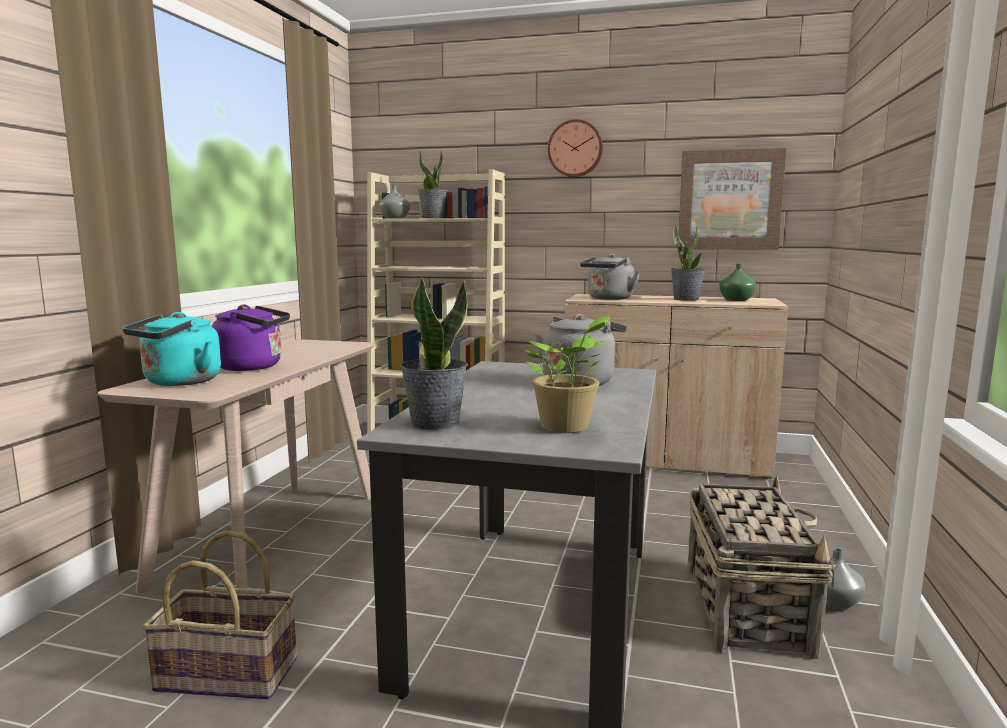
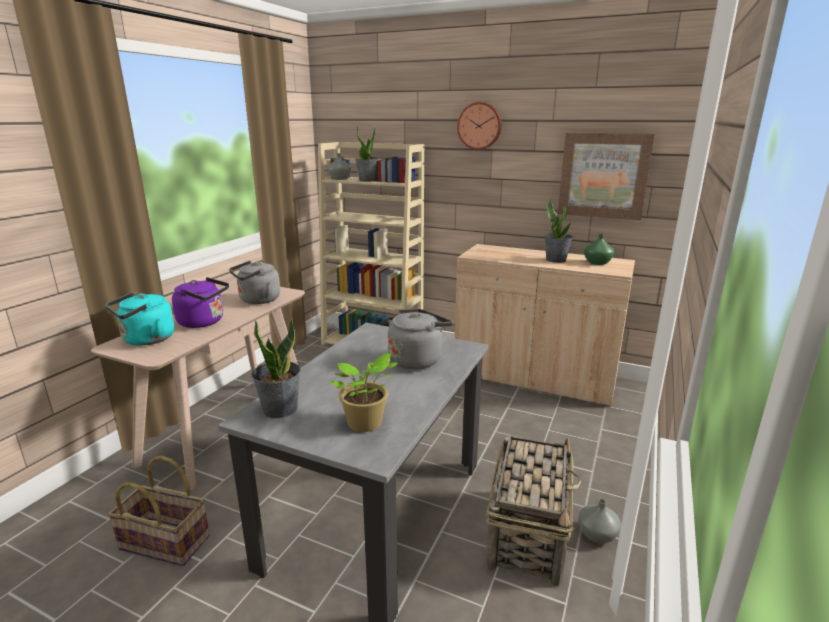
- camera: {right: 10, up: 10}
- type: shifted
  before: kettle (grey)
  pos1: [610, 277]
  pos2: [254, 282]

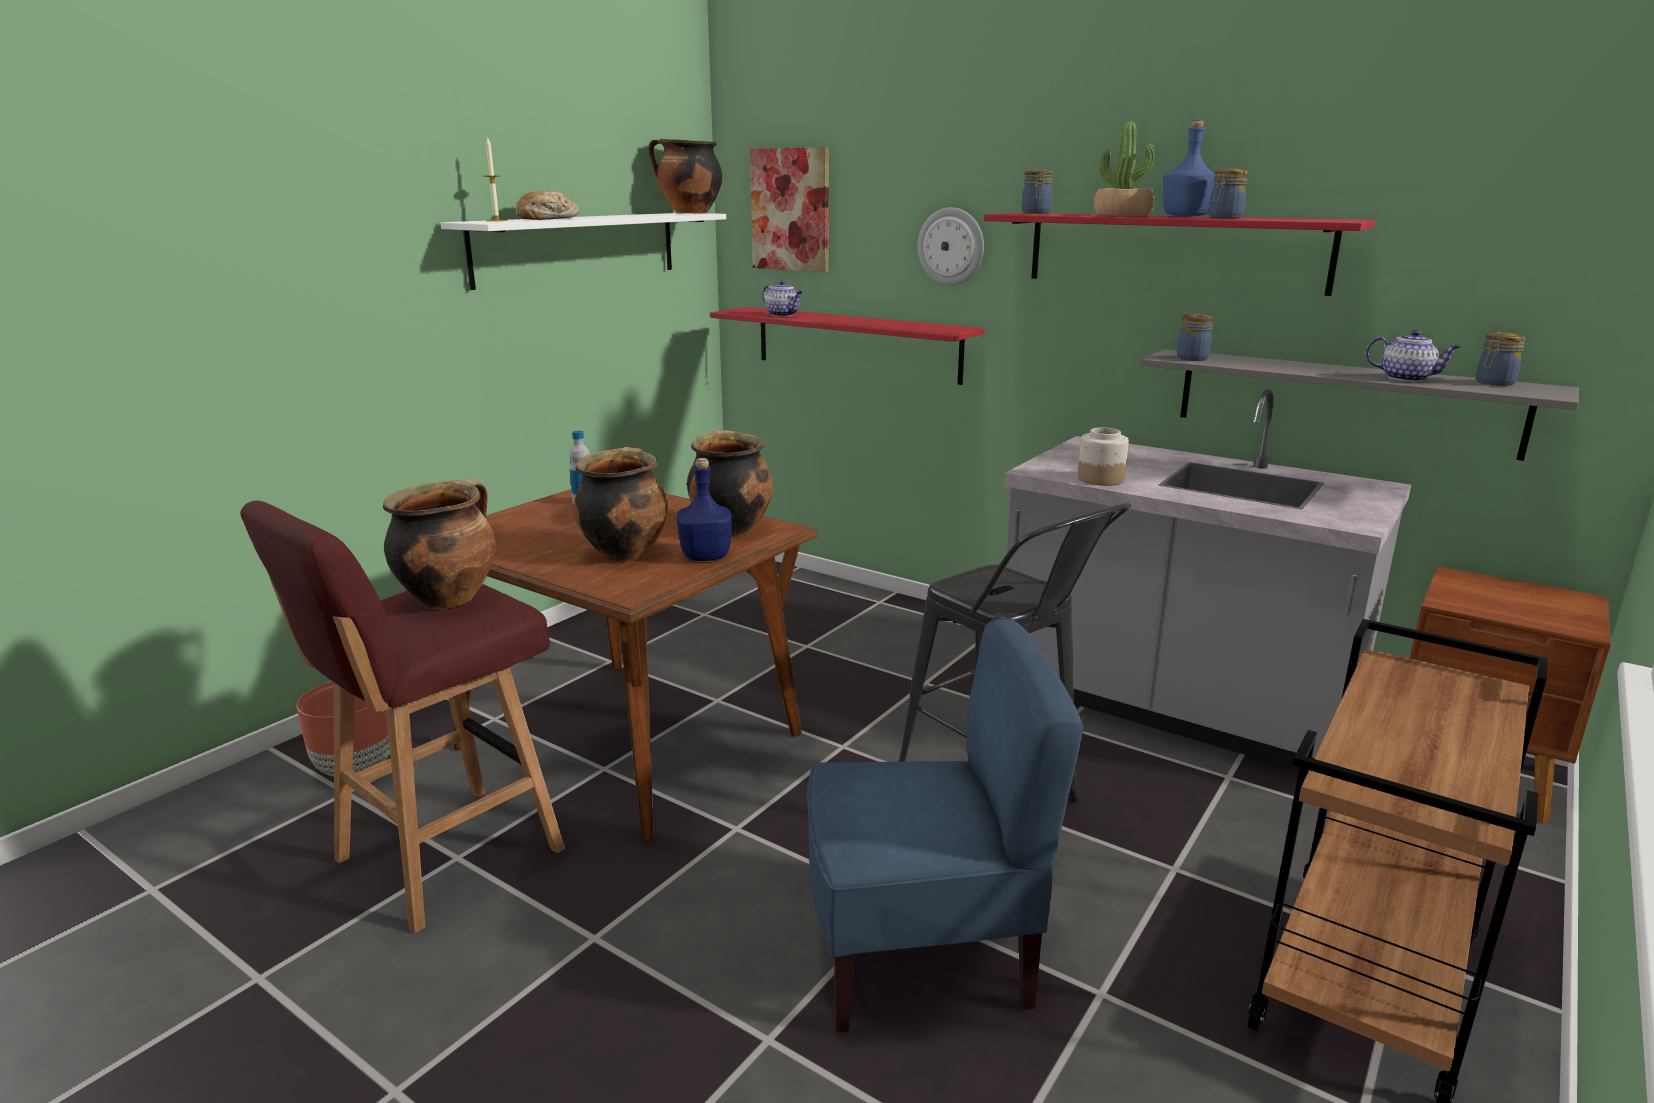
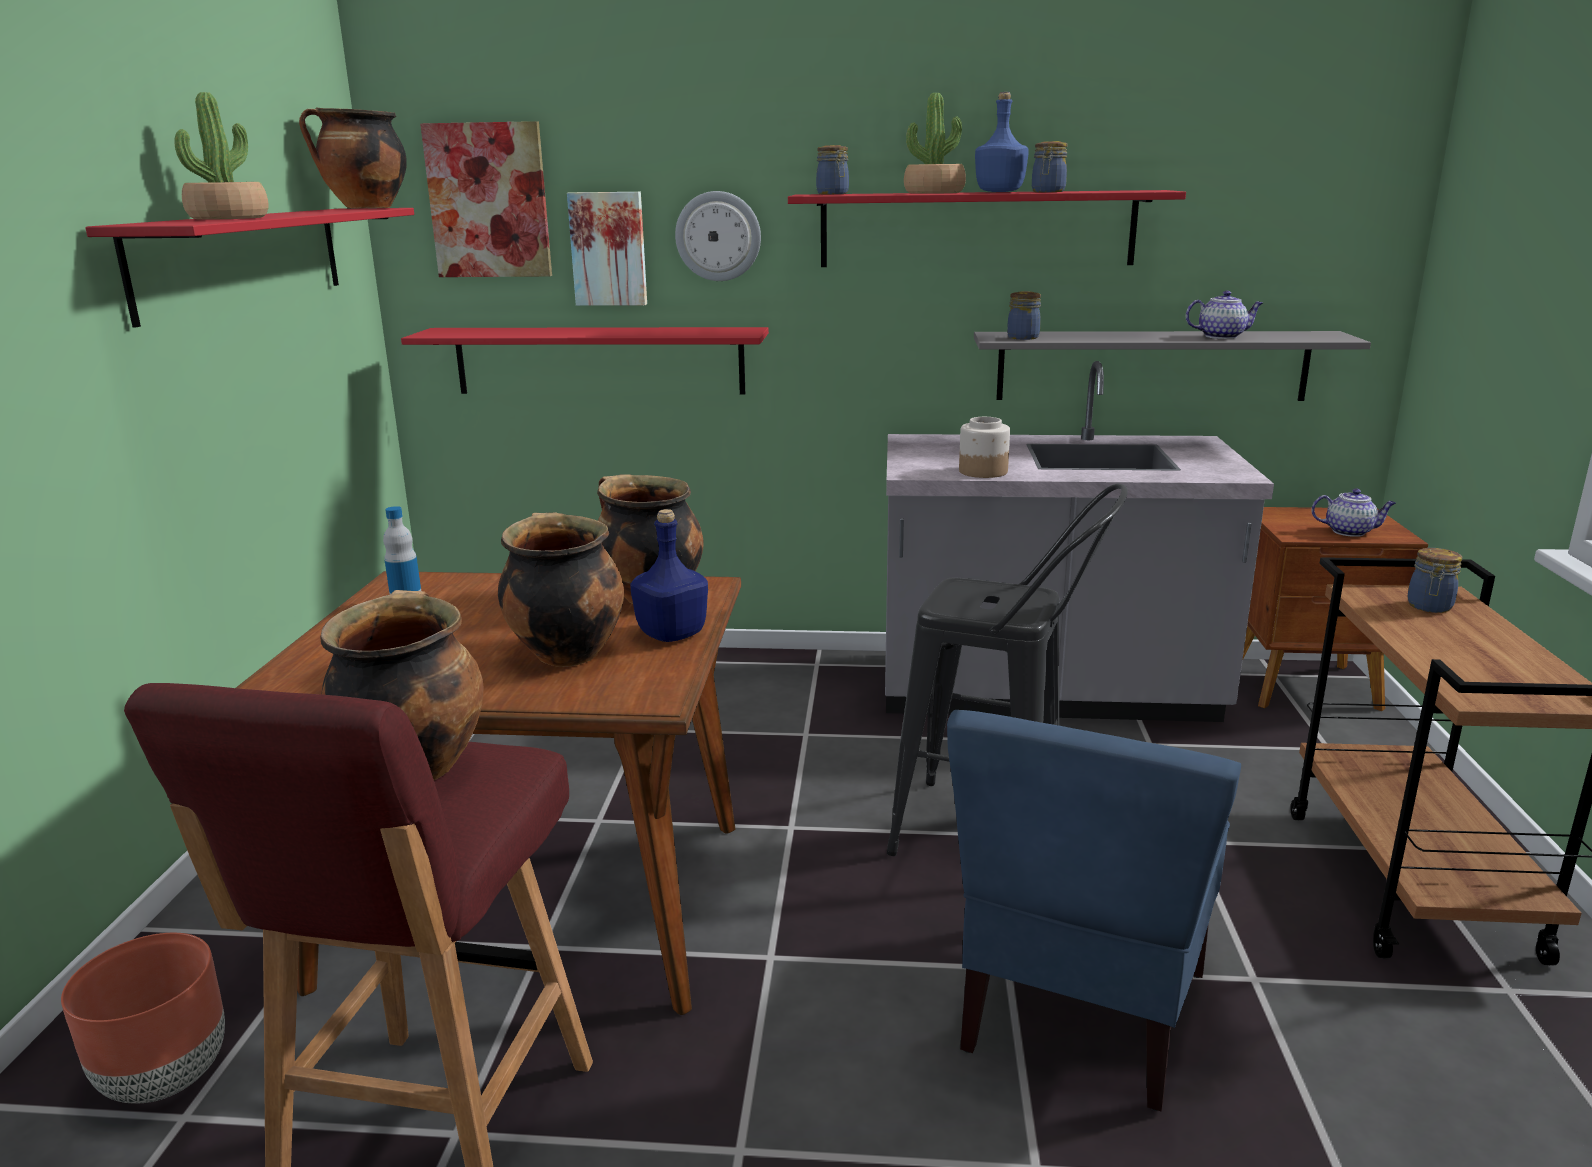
- camera: {right: -30, up: 0}
- type: repainted
  before: shelf (white)
  after: shelf (red)
  pos1: [583, 251]
  pos2: [249, 268]
- type: gone
  before: candle
  pos1: [495, 179]
- type: swapped
  before: bread
  after: potted plant
  pos1: [547, 205]
  pos2: [222, 156]
- type: shifted
  before: teapot
  pos1: [783, 298]
  pos2: [1353, 513]
- type: rotated
  before: chair (blue)
  pos1: [945, 825]
  pos2: [1094, 910]
  turn: 150
- type: shifted
  before: jar
  pos1: [1500, 359]
  pos2: [1434, 580]
- type: new
  after: picture
  pos2: [607, 249]

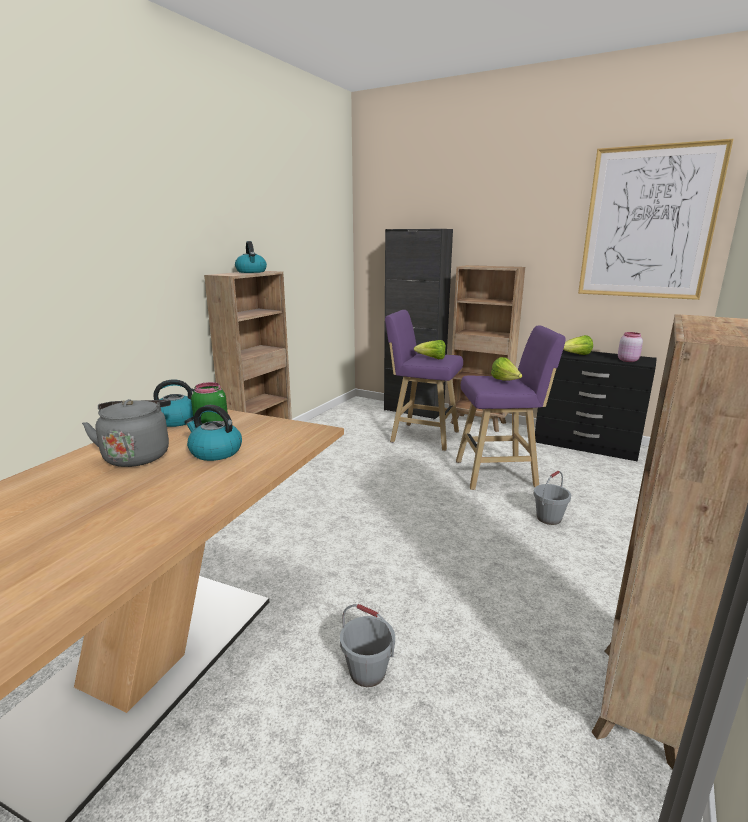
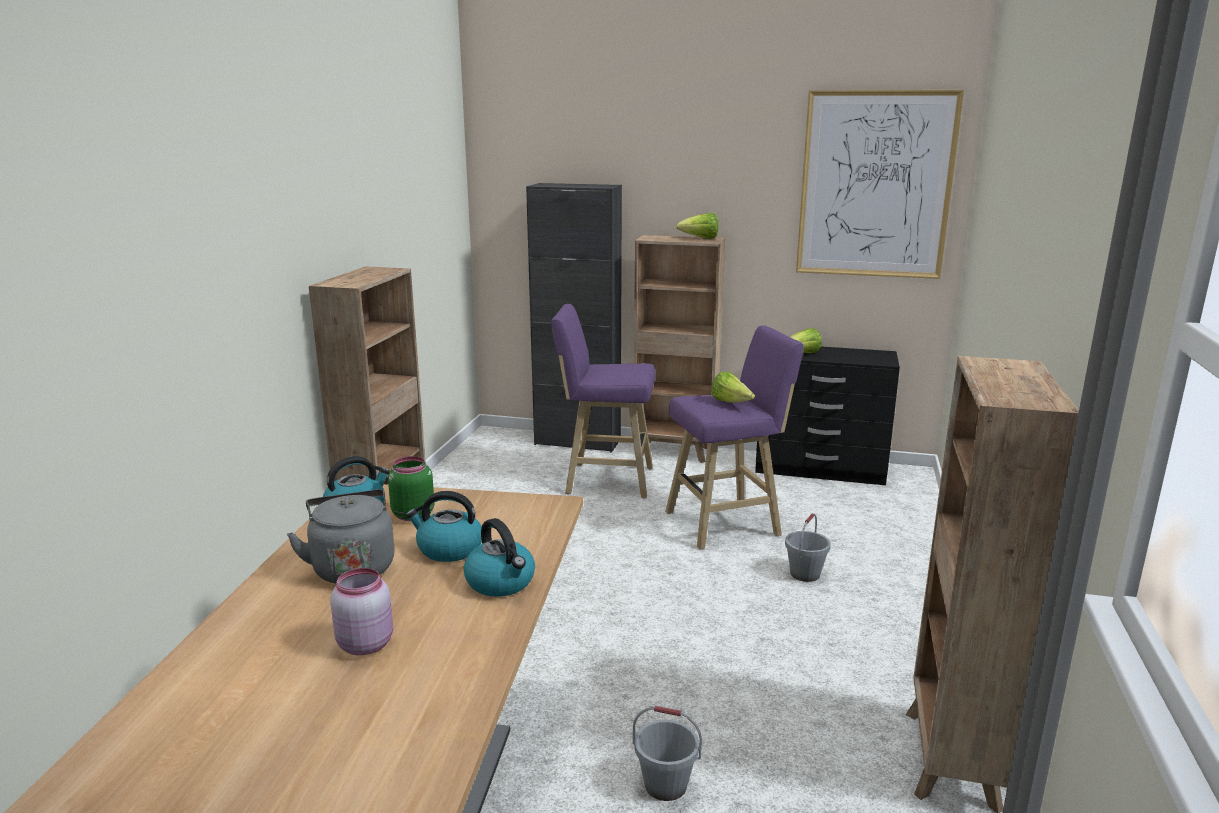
- camera: {right: -15, up: 0}
- type: shifted
  before: kettle
  pos1: [251, 257]
  pos2: [499, 557]
- type: shifted
  before: lettuce
  pos1: [430, 349]
  pos2: [697, 226]
- type: shifted
  before: jar (pink)
  pos1: [630, 347]
  pos2: [362, 611]

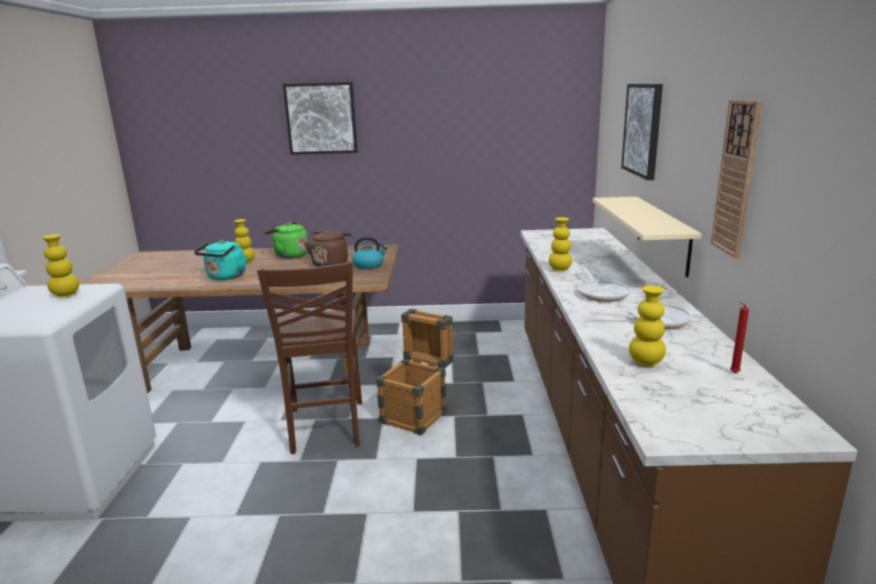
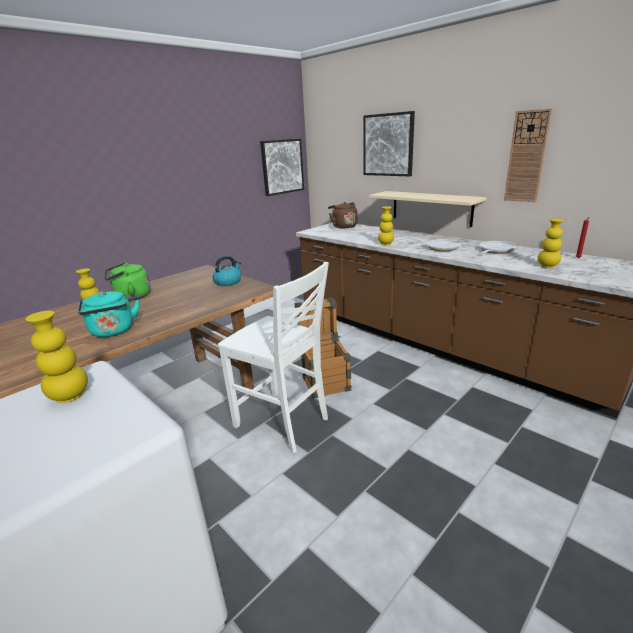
- camera: {right: -45, up: 5}
- type: repainted
  before: chair (brown)
  after: chair (white)
  pos1: [309, 357]
  pos2: [273, 357]
- type: shifted
  before: picture
  pos1: [320, 118]
  pos2: [282, 167]
- type: shifted
  before: kettle (brown)
  pos1: [328, 248]
  pos2: [342, 215]

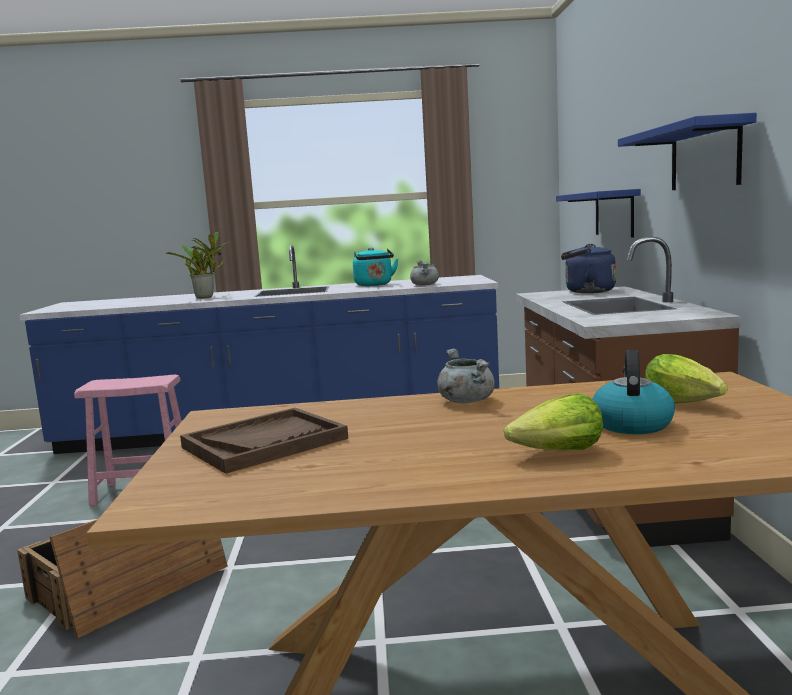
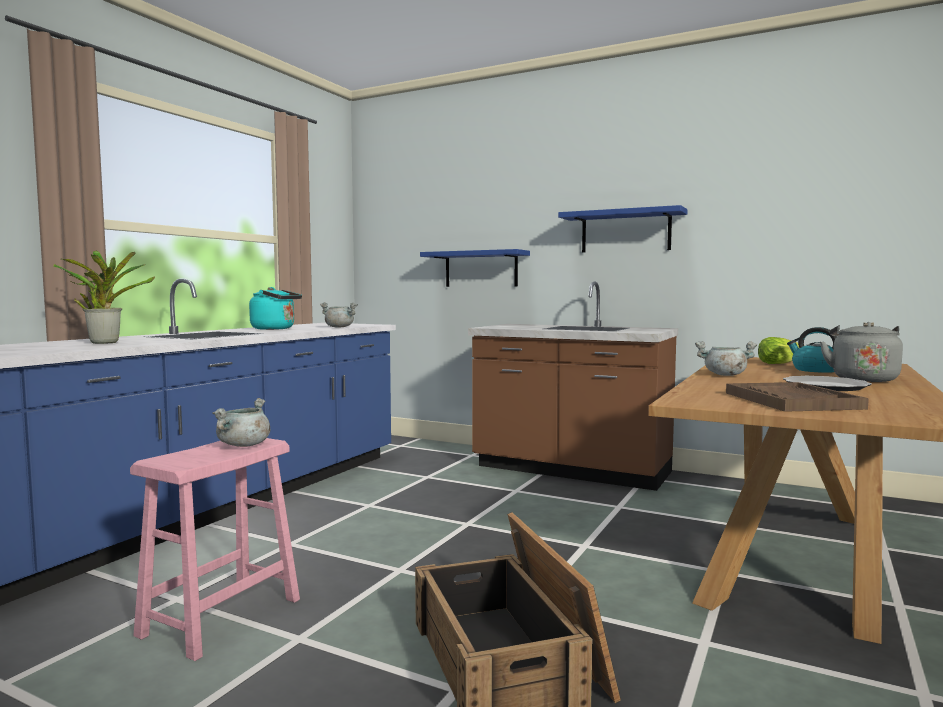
- camera: {right: -60, up: -5}
- type: swapped
  before: lettuce
  after: kettle (grey)
  pos1: [553, 422]
  pos2: [861, 352]
- type: gone
  before: kettle (blue)
  pos1: [588, 268]
- type: new
  after: cooking pot (grey)
  pos2: [241, 422]
- type: new
  after: plate
  pos2: [827, 383]

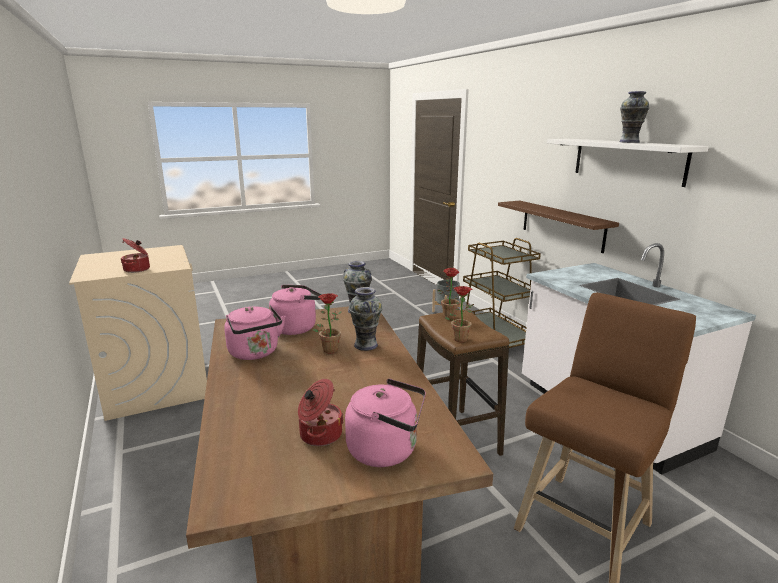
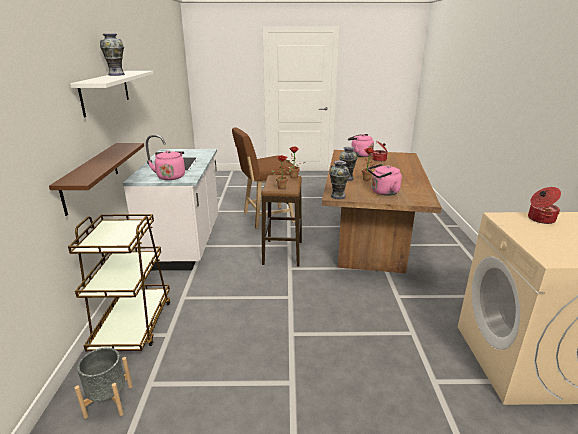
- camera: {right: -155, up: 5}
- type: shifted
  before: kettle (pink)
  pos1: [255, 333]
  pos2: [166, 165]

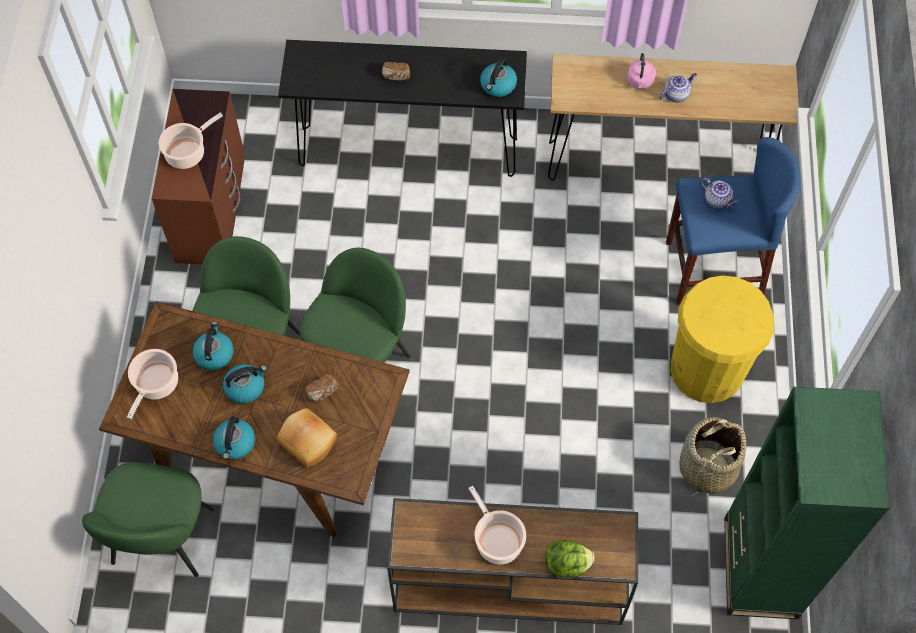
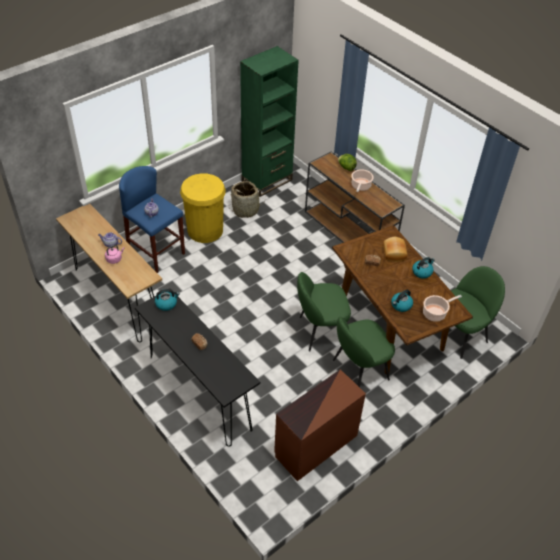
- camera: {right: -135, up: -15}
- type: gone
  before: cooking pot
  pos1: [191, 141]
- type: gone
  before: kettle
  pos1: [245, 384]

